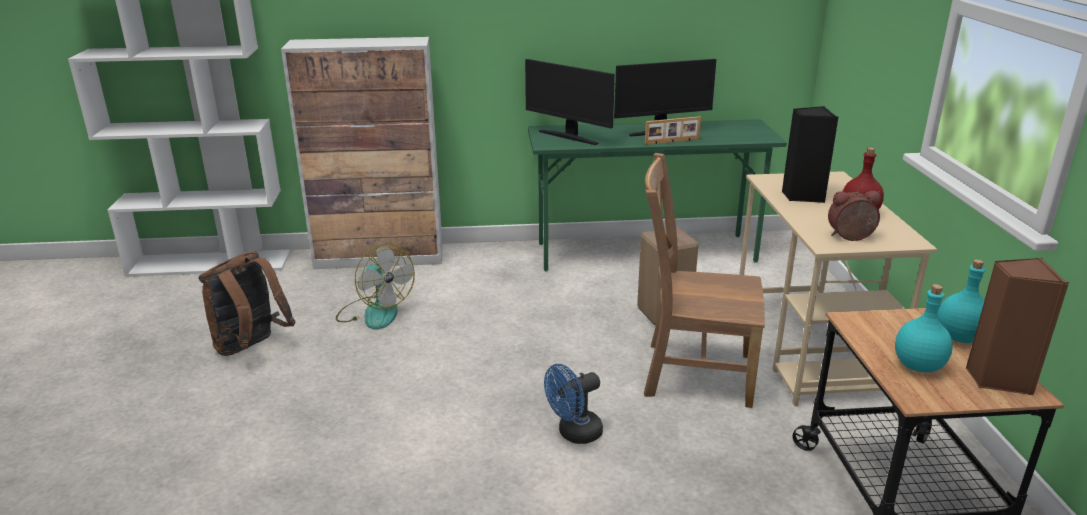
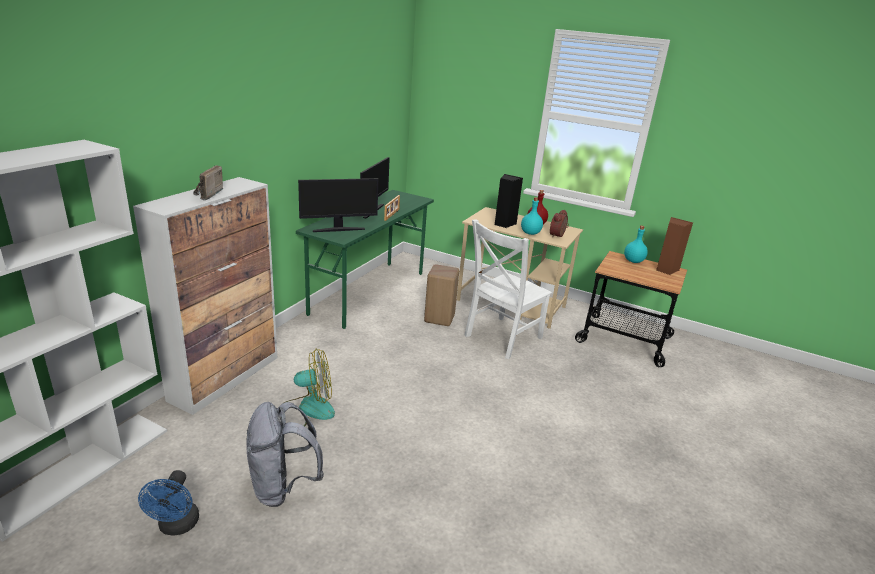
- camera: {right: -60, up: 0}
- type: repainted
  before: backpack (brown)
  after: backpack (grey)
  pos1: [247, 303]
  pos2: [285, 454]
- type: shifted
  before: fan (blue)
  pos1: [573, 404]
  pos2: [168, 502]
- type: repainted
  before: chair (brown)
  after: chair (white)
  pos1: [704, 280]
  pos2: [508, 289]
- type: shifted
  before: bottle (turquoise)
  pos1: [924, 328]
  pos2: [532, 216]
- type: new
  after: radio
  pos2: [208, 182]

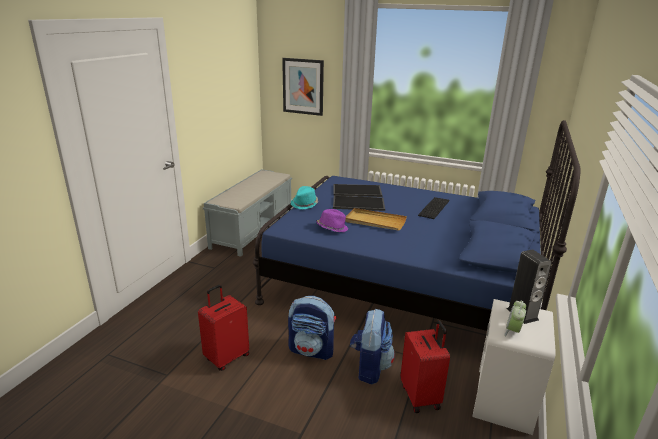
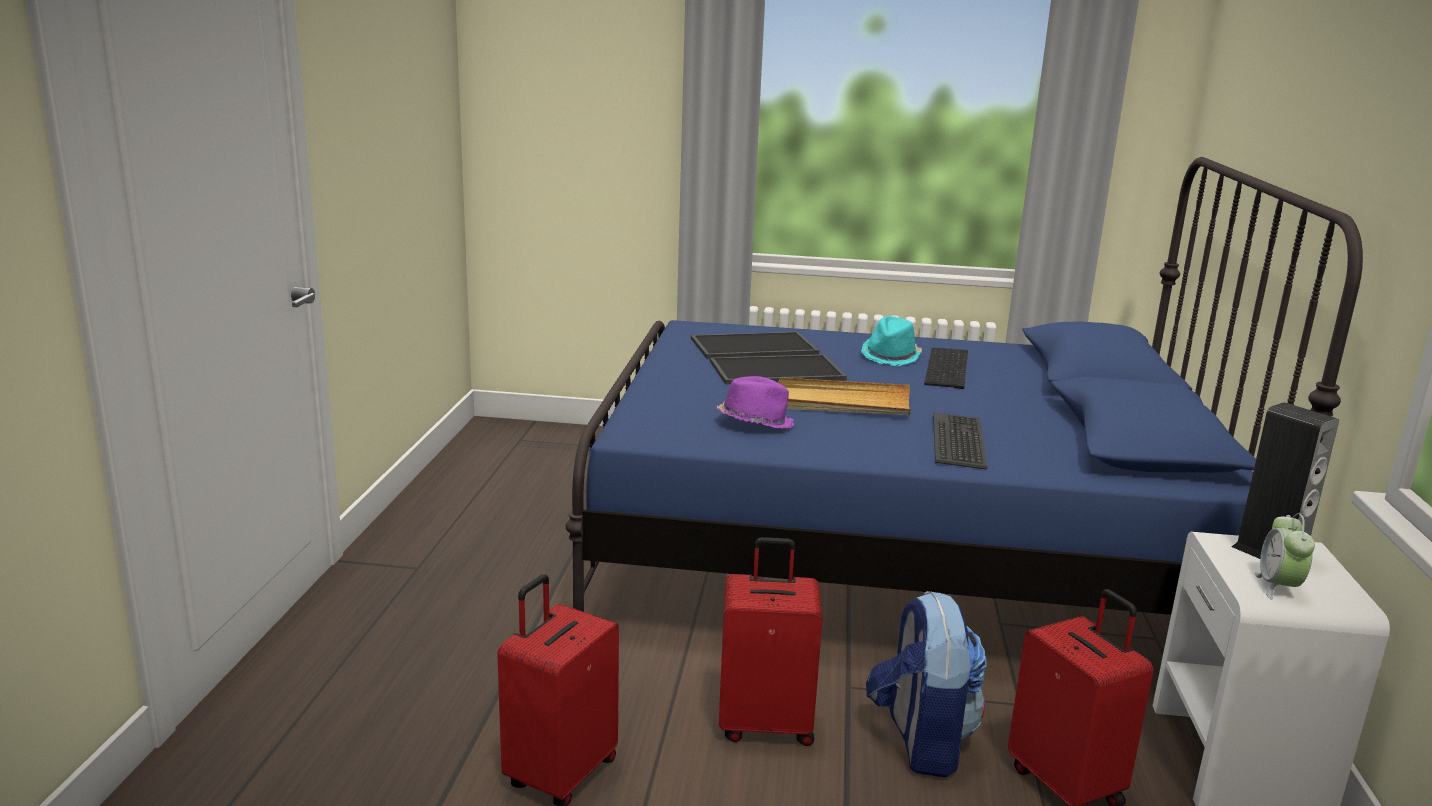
- camera: {right: -15, up: -5}
- type: gone
  before: bench (grey)
  pos1: [247, 213]
- type: gone
  before: picture
  pos1: [303, 87]
- type: swapped
  before: backpack
  after: suitcase (red)
  pos1: [312, 328]
  pos2: [771, 641]
- type: shifted
  before: hat (turquoise)
  pos1: [304, 198]
  pos2: [891, 341]
- type: new
  after: keyboard
  pos2: [960, 441]

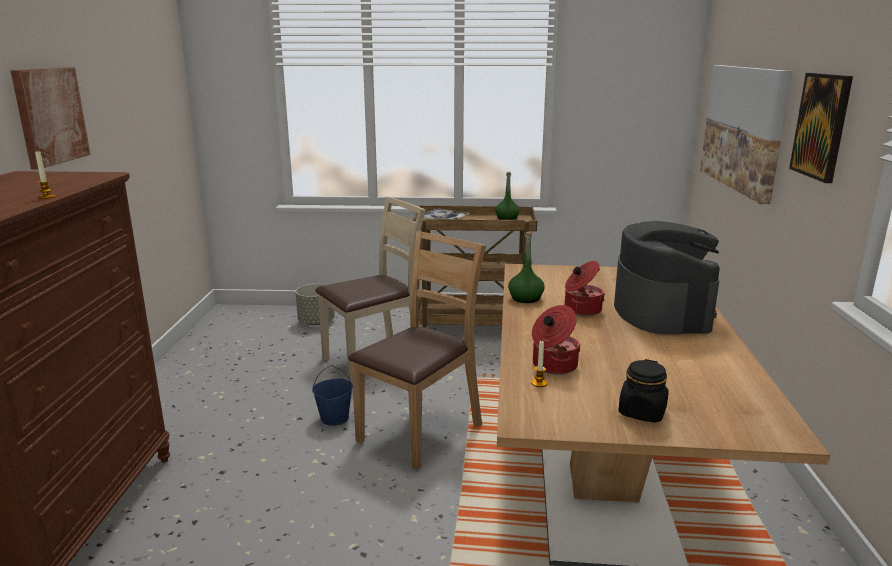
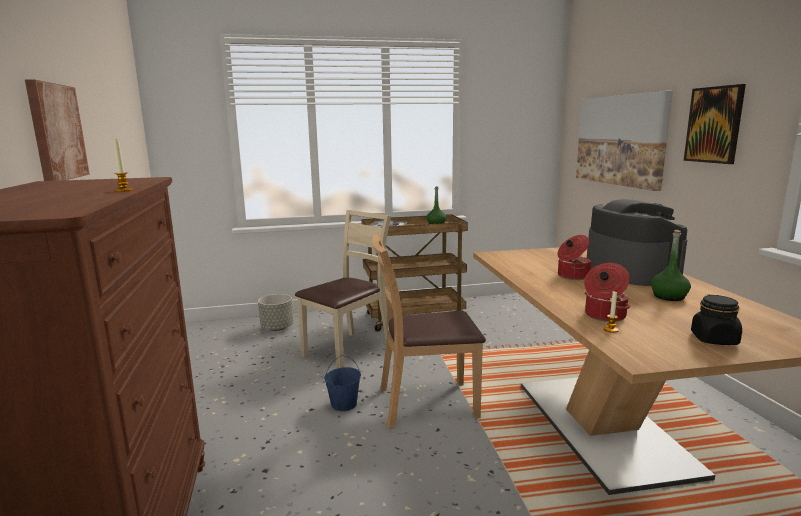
- camera: {right: -15, up: -5}
- type: rotated
  before: chair (brown)
  pos1: [417, 350]
  pos2: [429, 331]
  turn: -120
- type: shifted
  before: bottle (green)
  pos1: [526, 267]
  pos2: [671, 265]

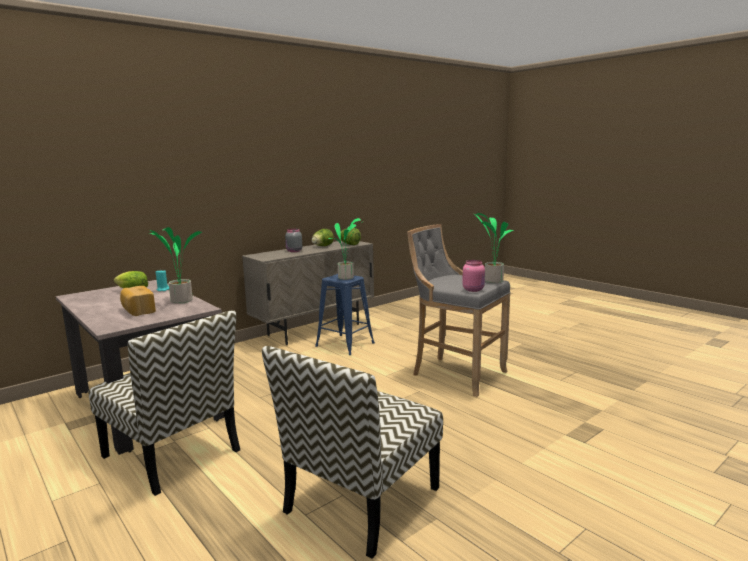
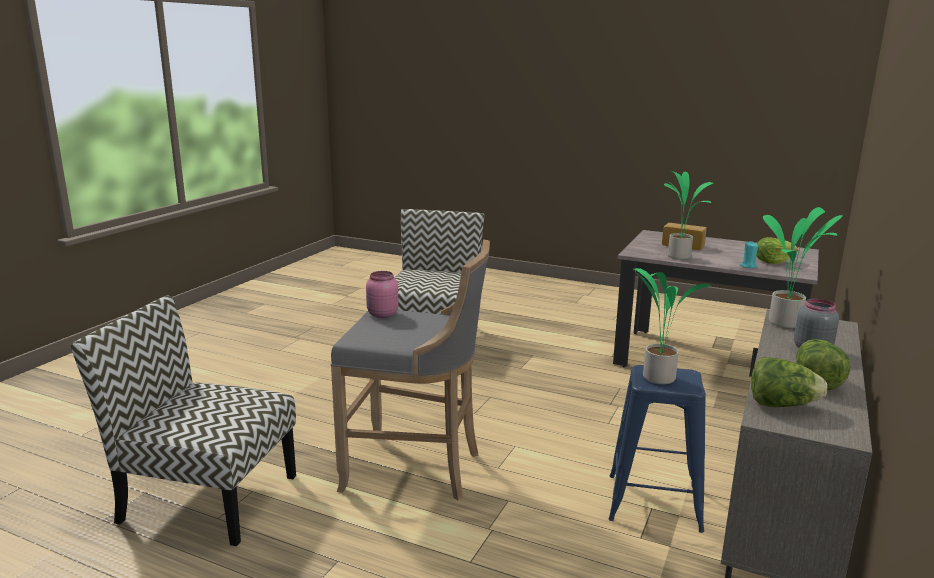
- camera: {right: 155, up: 5}
- type: shifted
  before: chair
  pos1: [164, 403]
  pos2: [183, 420]
- type: shifted
  before: potted plant
  pos1: [493, 248]
  pos2: [803, 267]

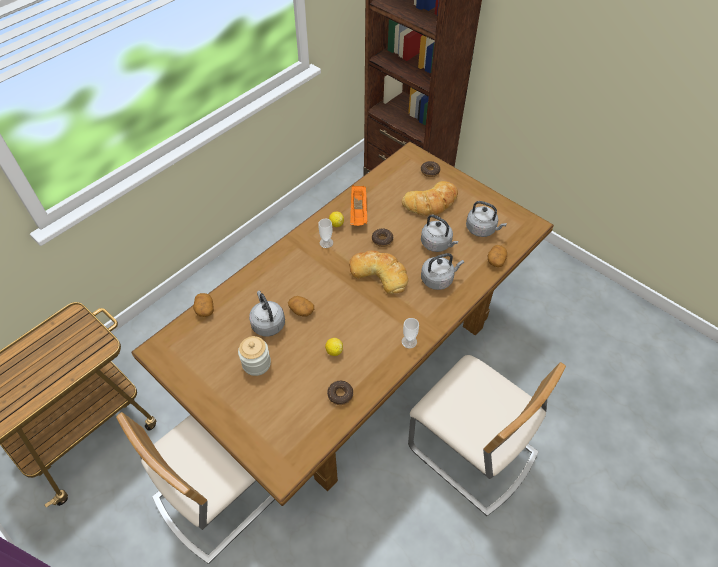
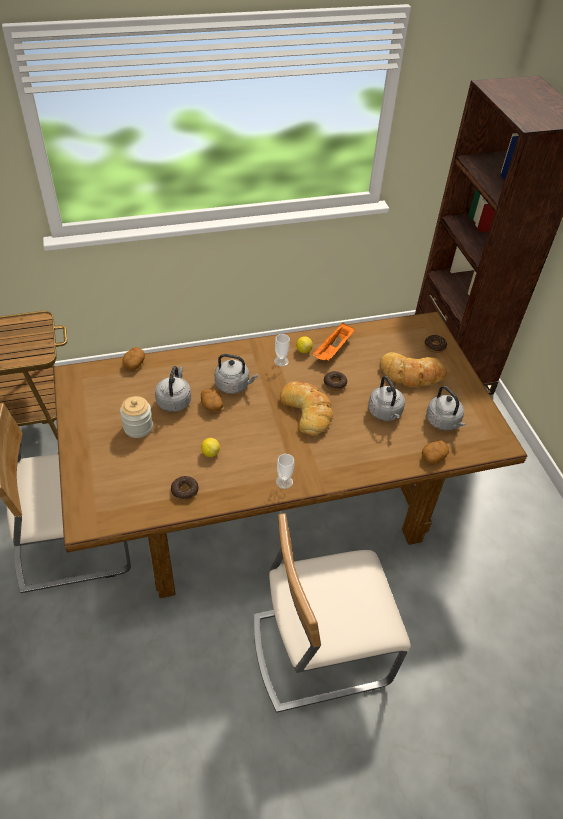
- camera: {right: 30, up: -5}
- type: rotated
  before: chair (beige)
  pos1: [487, 435]
  pos2: [332, 613]
  turn: 90
- type: shifted
  before: kettle (grey)
  pos1: [442, 271]
  pos2: [236, 374]

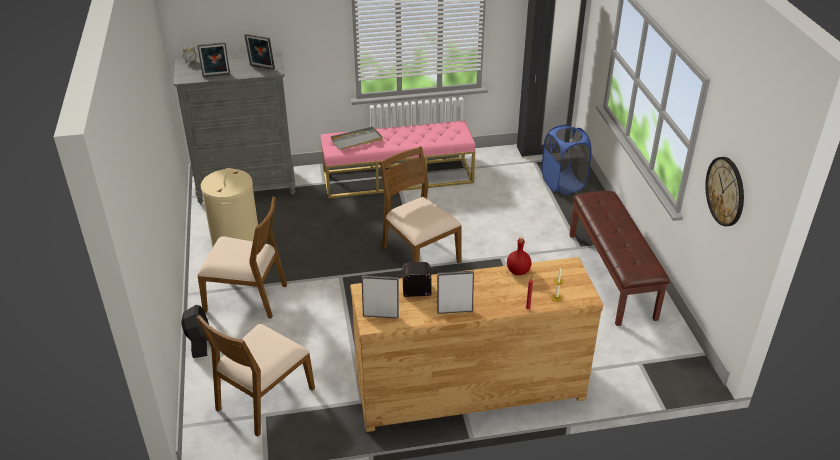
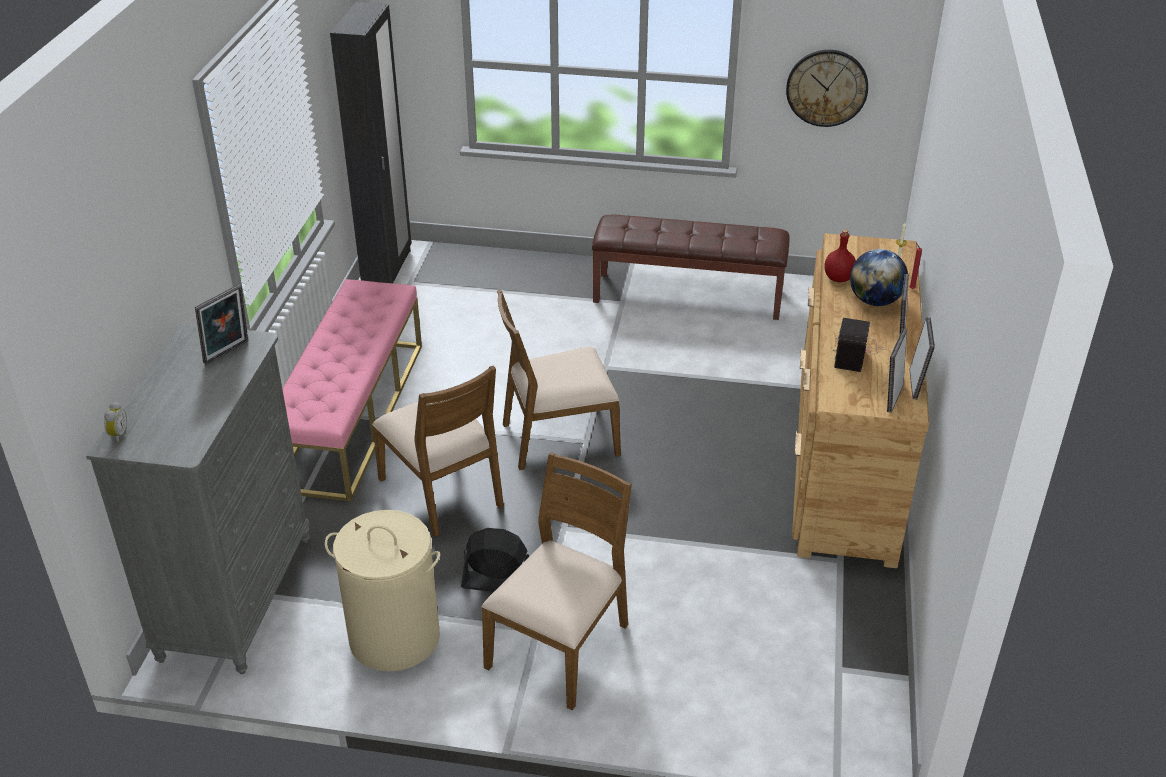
- camera: {right: -70, up: 0}
- type: shifted
  before: fan (black)
  pos1: [195, 331]
  pos2: [495, 560]
- type: shifted
  before: picture frame
  pos1: [213, 59]
  pos2: [922, 358]
- type: shifted
  before: chair (brown)
  pos1: [256, 376]
  pos2: [438, 451]
- type: gone
  before: tray (grey)
  pos1: [356, 138]
- type: gone
  before: laundry basket (blue)
  pos1: [567, 159]
- type: new
  after: globe
  pos2: [879, 277]

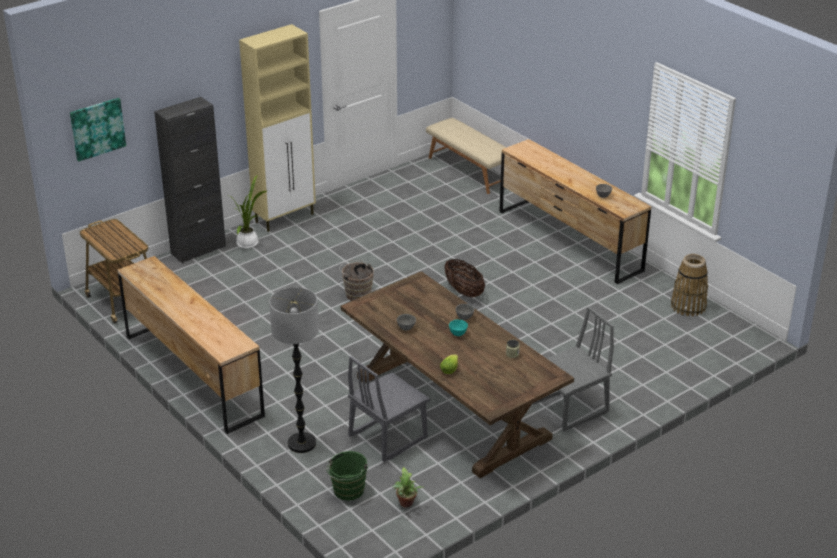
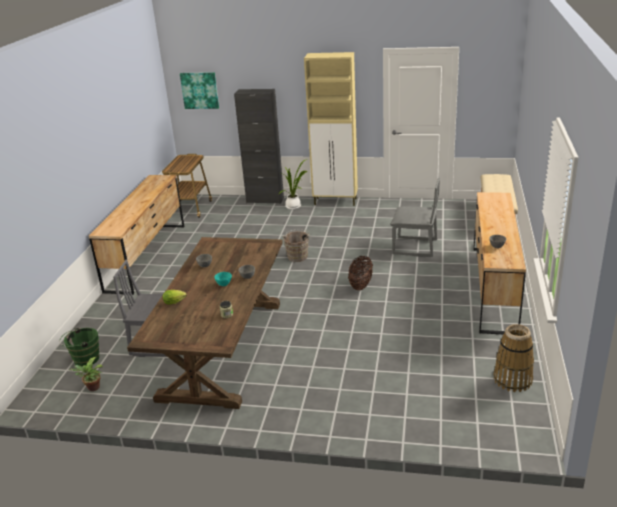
- camera: {right: 50, up: -5}
- type: gone
  before: floor lamp
  pos1: [294, 370]
- type: shifted
  before: chair (grey)
  pos1: [573, 368]
  pos2: [415, 217]

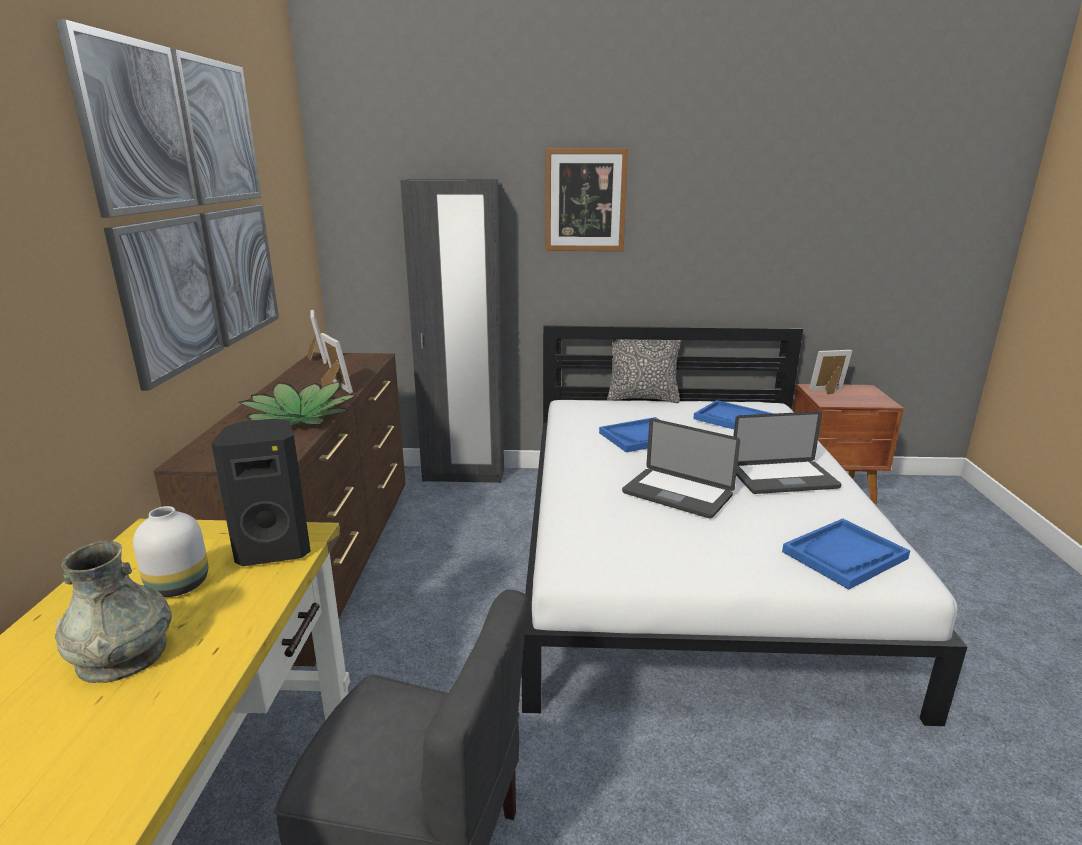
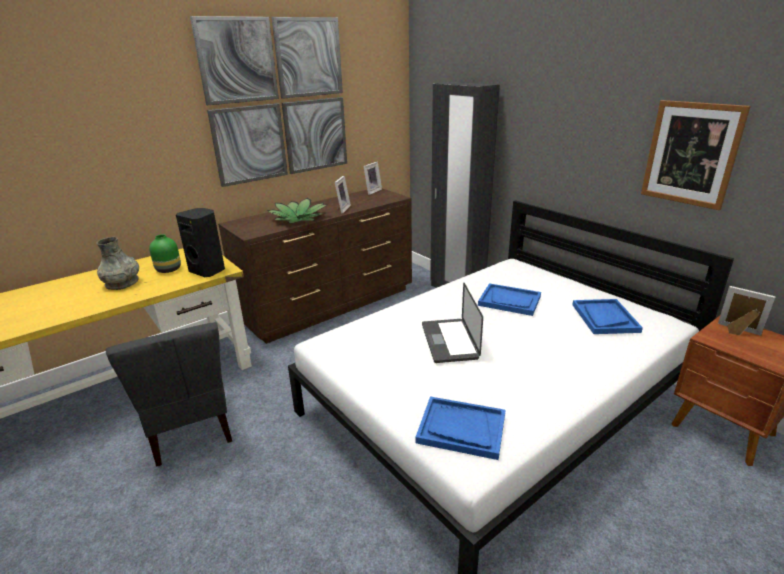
- camera: {right: 50, up: 5}
- type: repainted
  before: vase (white)
  after: vase (green)
  pos1: [170, 551]
  pos2: [165, 253]
- type: shifted
  before: picture
  pos1: [587, 199]
  pos2: [696, 155]
- type: gone
  before: pillow
  pos1: [644, 371]
- type: gone
  before: laptop
  pos1: [788, 452]

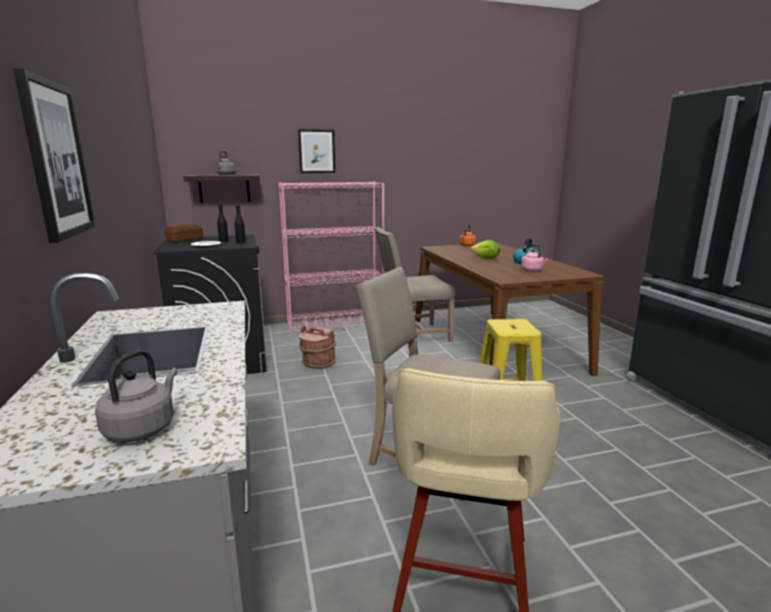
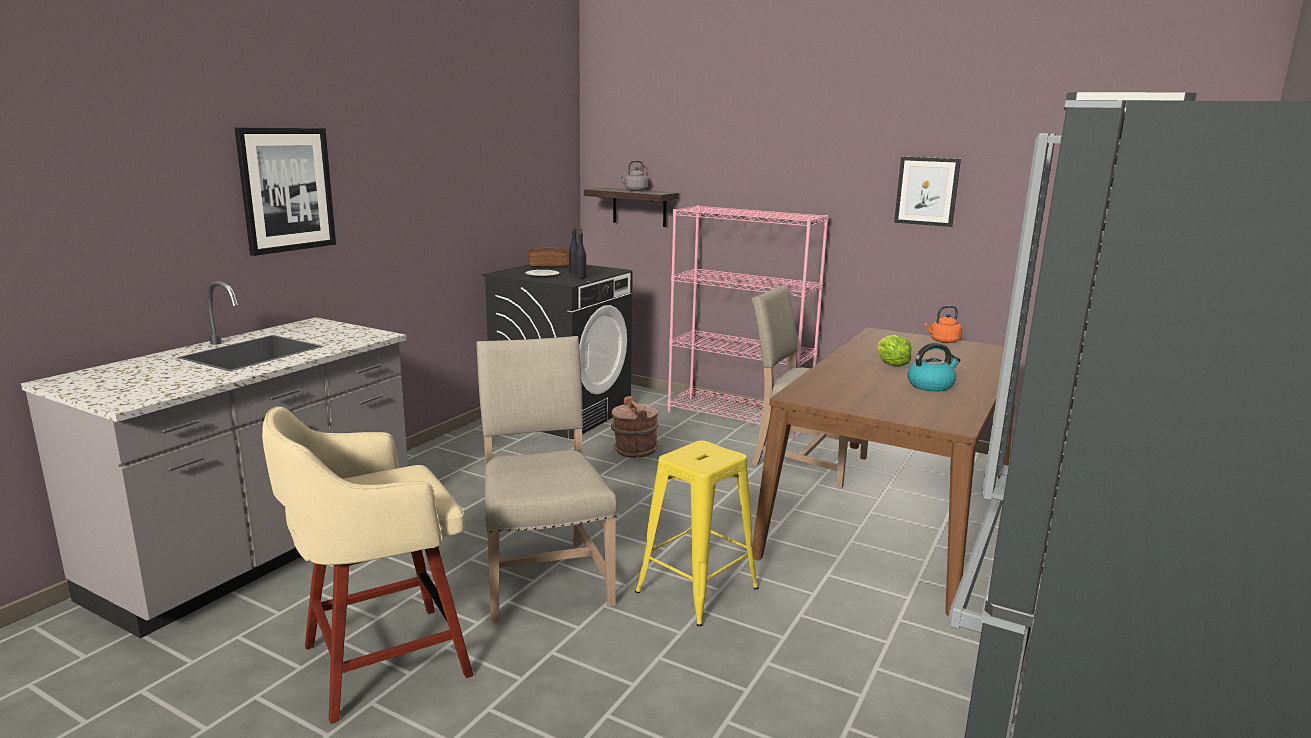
- camera: {right: 45, up: 0}
- type: gone
  before: kettle (grey)
  pos1: [136, 396]
- type: shifted
  before: picture
  pos1: [317, 151]
  pos2: [927, 192]
- type: gone
  before: kettle (pink)
  pos1: [534, 257]

